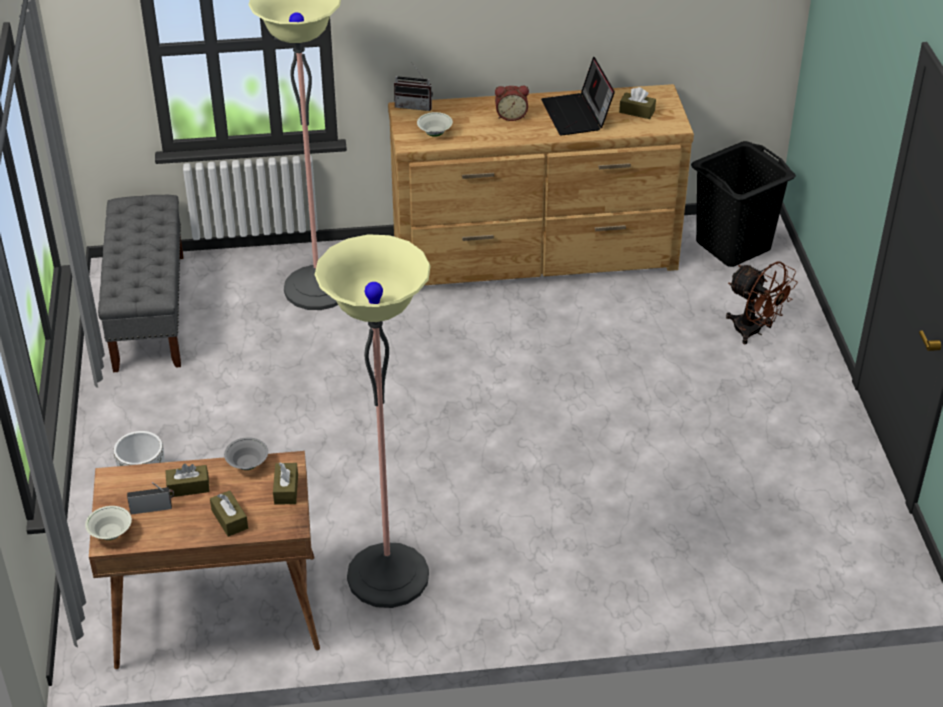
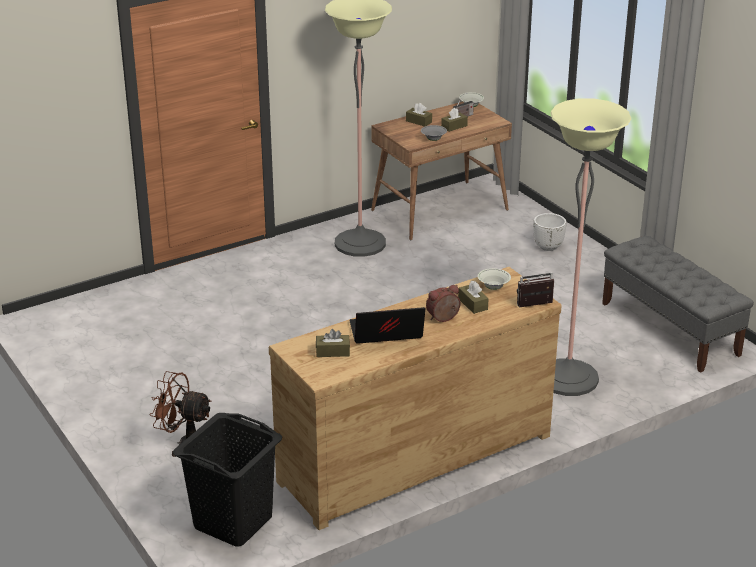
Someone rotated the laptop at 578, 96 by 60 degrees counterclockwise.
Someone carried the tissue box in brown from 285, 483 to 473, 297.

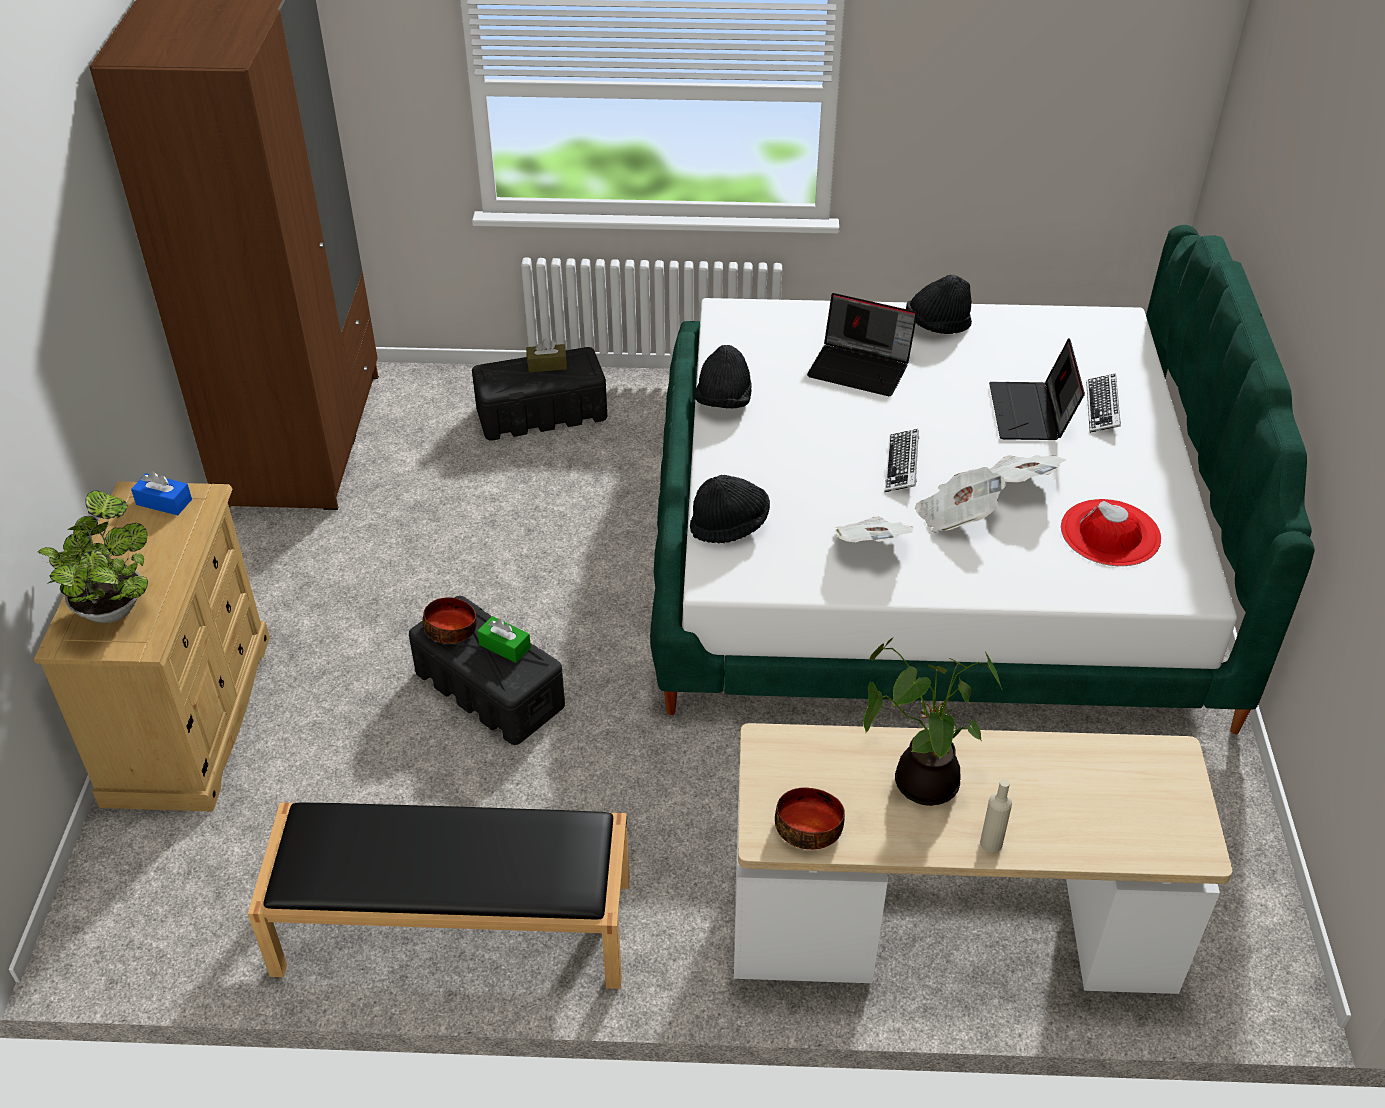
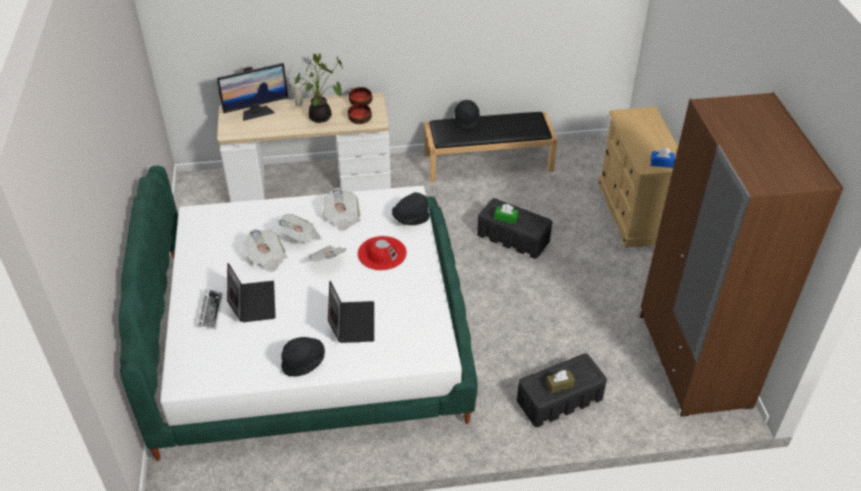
Someone put down the monitor at 252, 92.
Someone swapped the keyboard at 902, 460 for the newspaper at 327, 253.
Someone rotated the laptop at 862, 344 by 75 degrees clockwise.
Someone carried the bowl from 449, 620 to 360, 114.
Someone carried the hat in red from 1111, 532 to 382, 253.
Someone carried the hat in black from 723, 377 to 467, 115.
Someone took away the potted plant at 93, 556.

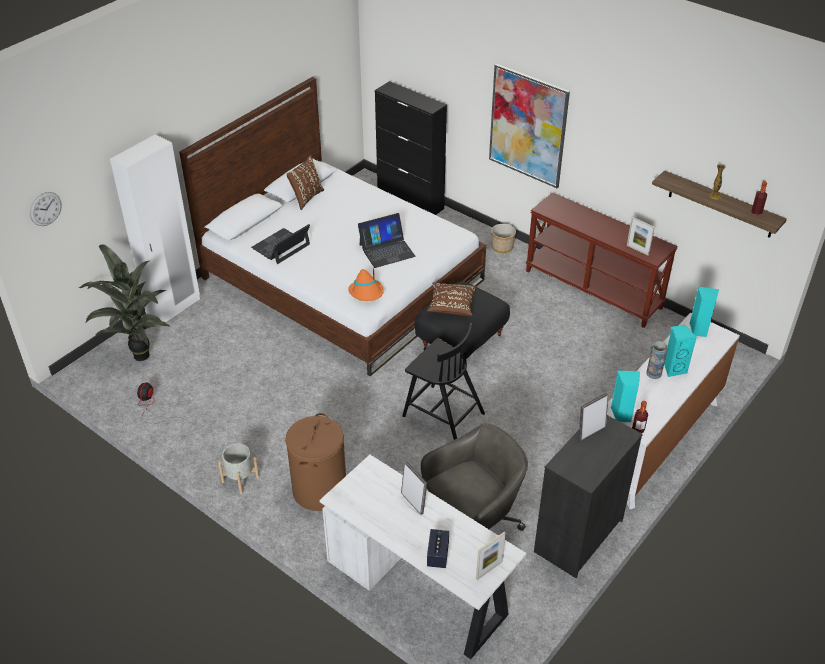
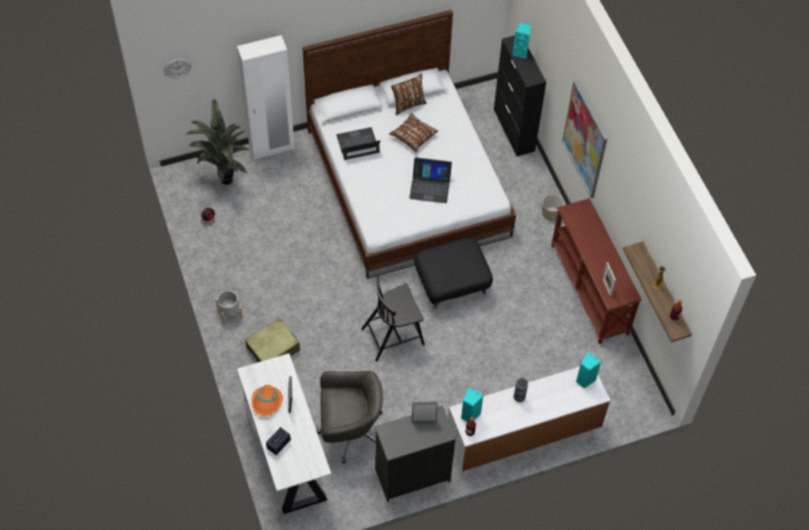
Someone swapped the laundry basket in brown at 315, 462 for the suitcase in beige at 272, 340.
Someone carried the hat in orange from 366, 283 to 267, 400.
Someone rotated the chair in black at 443, 381 by 90 degrees clockwise.
Someone carried the pillow in brown from 451, 299 to 413, 133.
Someone carried the speaker in turquoise from 680, 351 to 521, 40.
Someone took away the picture frame at 491, 556.

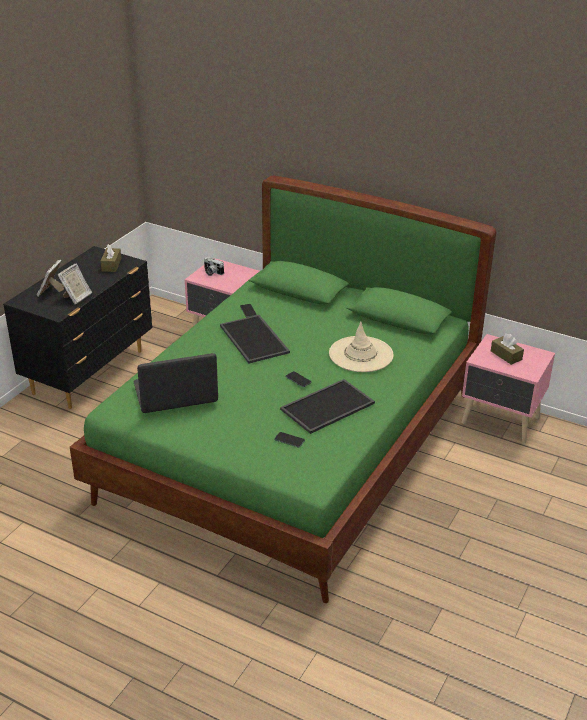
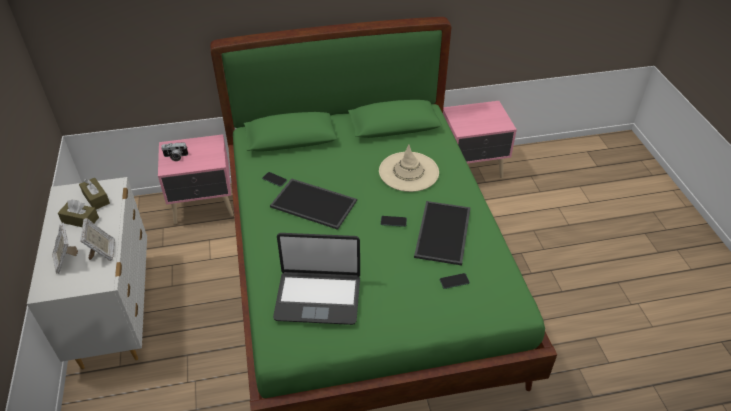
Someone repainted the dresser in black at 78, 327, which became the dresser in white at 87, 273.
Someone carried the tissue box in brown from 507, 349 to 78, 213.
Someone rotated the laptop at 176, 383 by 120 degrees counterclockwise.

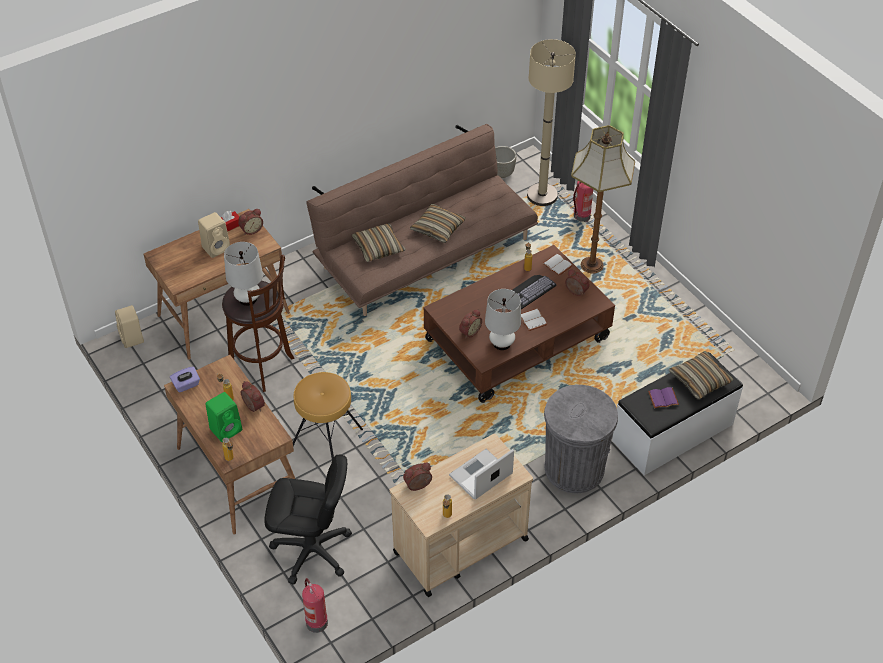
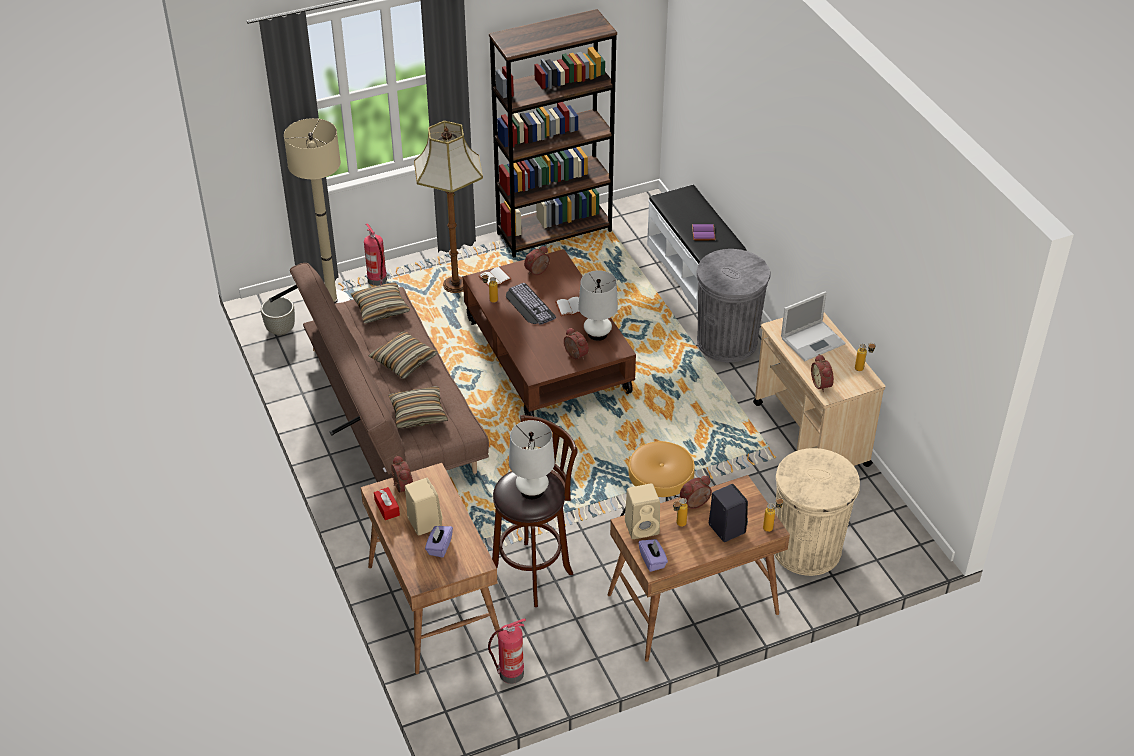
Someone carried the pillow from 701, 375 to 380, 302.
Someone put down the tissue box in purple at 439, 542.
Someone carried the fire extinguisher from 315, 605 to 507, 651.
Someone put down the bookcase in brown at 553, 133.
Someone carried the speaker in beige from 129, 326 to 642, 511.
Someone repainted the speaker in green at 223, 417, which became the speaker in black at 728, 513.
Someone swapped the office chair in black at 308, 520 for the trash can in beige at 817, 512.
Someone rotated the laptop at 481, 474 by 90 degrees counterclockwise.

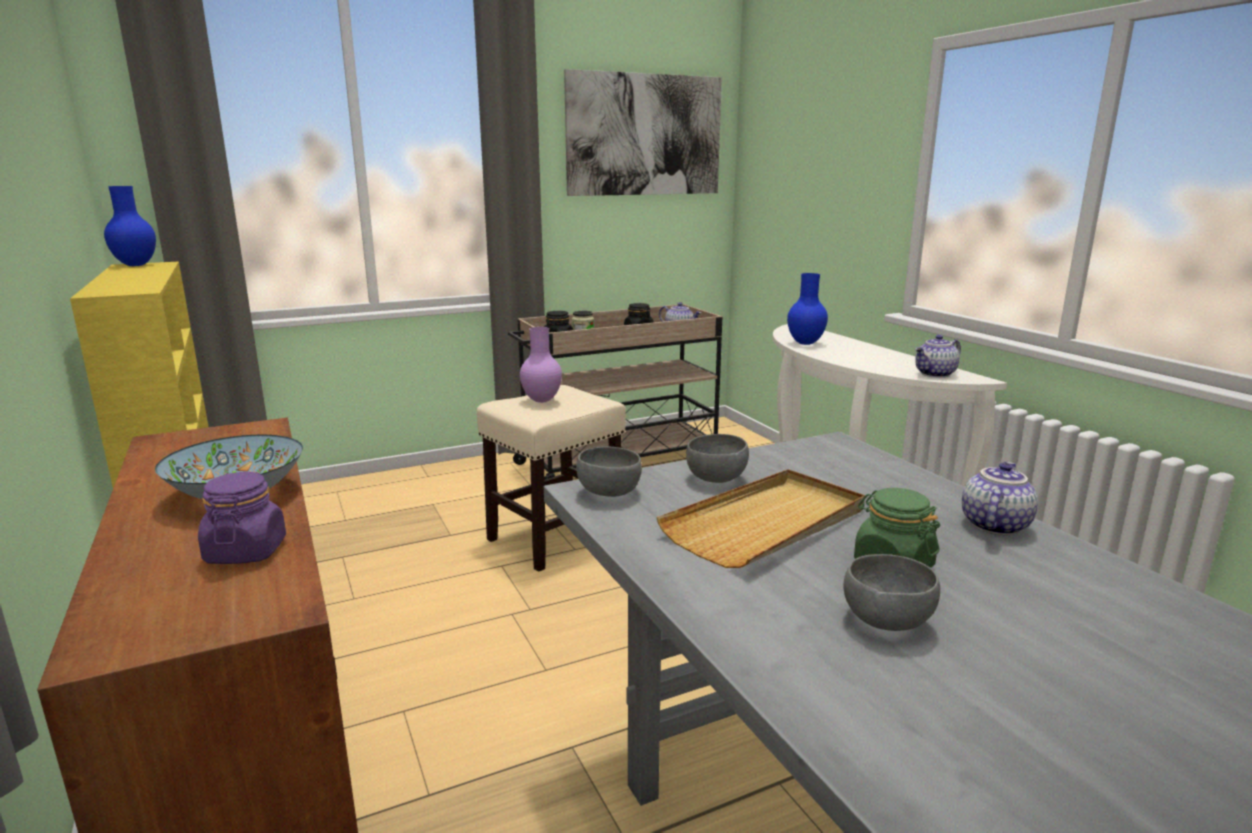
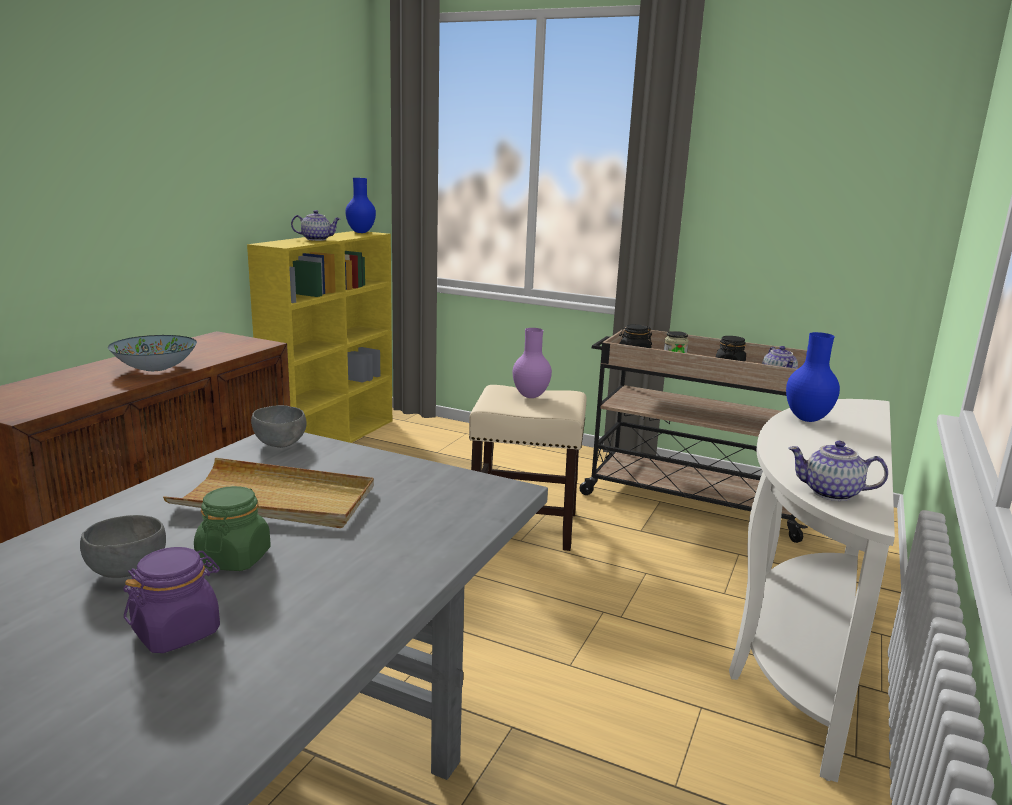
Someone carried the jar in purple from 242, 518 to 171, 600.
Someone carried the teapot from 1000, 498 to 316, 225.
Someone took away the picture at 643, 132.
Someone took away the bowl in grey at 717, 458.

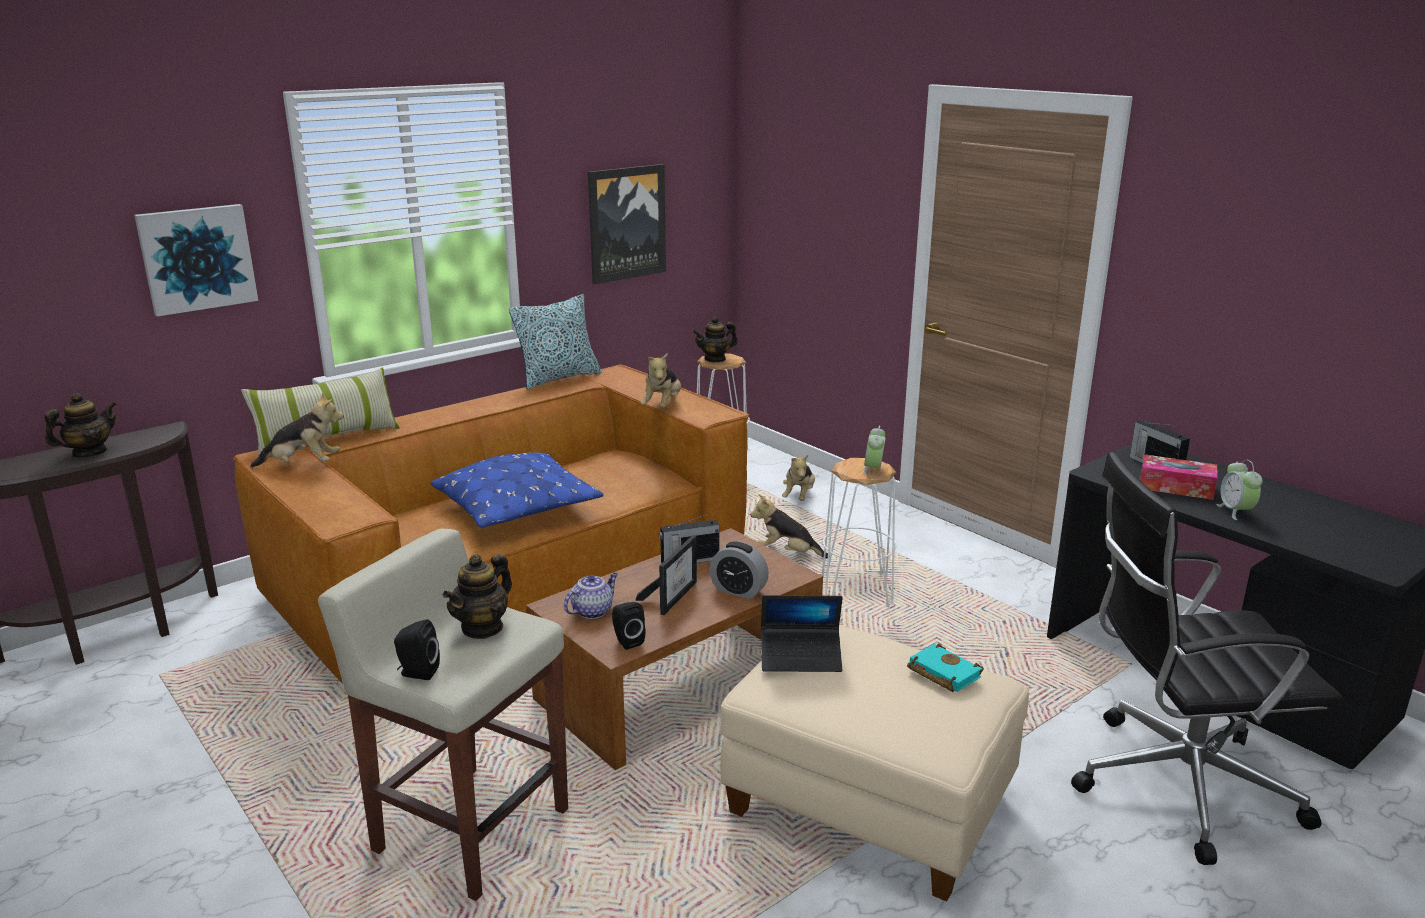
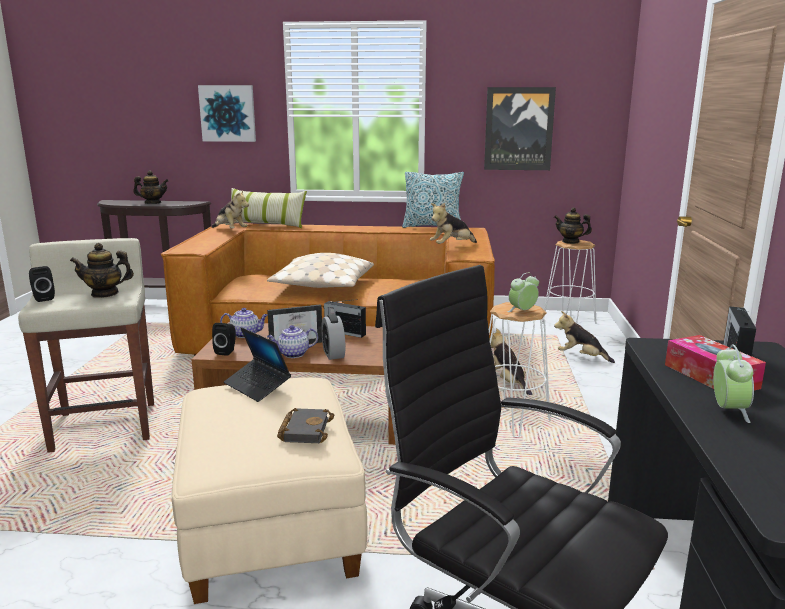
Someone repainted the pillow in blue at 517, 490, which became the pillow in beige at 320, 270.
Someone put down the teapot at 292, 341.
Someone repainted the book in turquoise at 945, 668, which became the book in black at 305, 425.
Someone rotated the plush toy at 798, 478 by 60 degrees clockwise.
Someone rotated the alarm clock at 1239, 490 by 150 degrees clockwise.

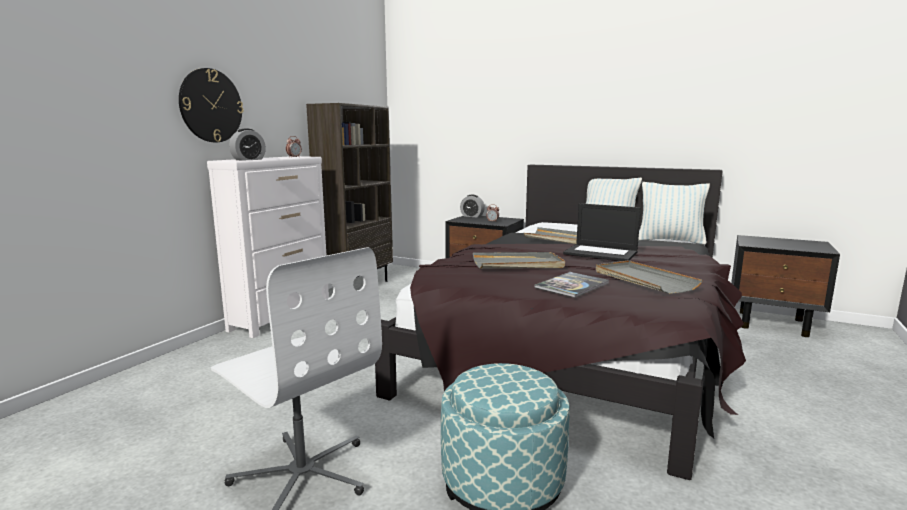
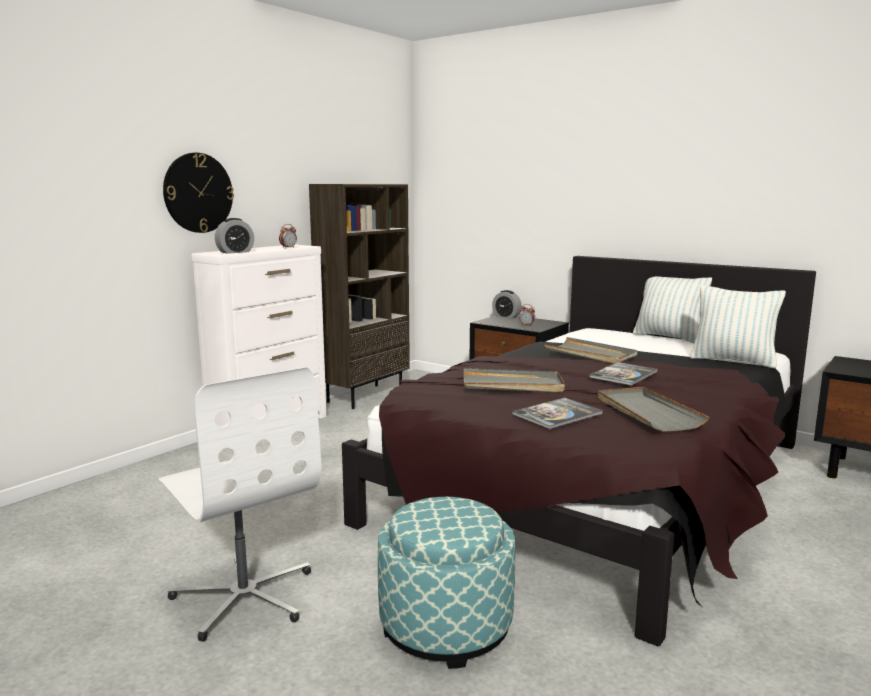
Someone swapped the laptop at 602, 232 for the book at 623, 374.

